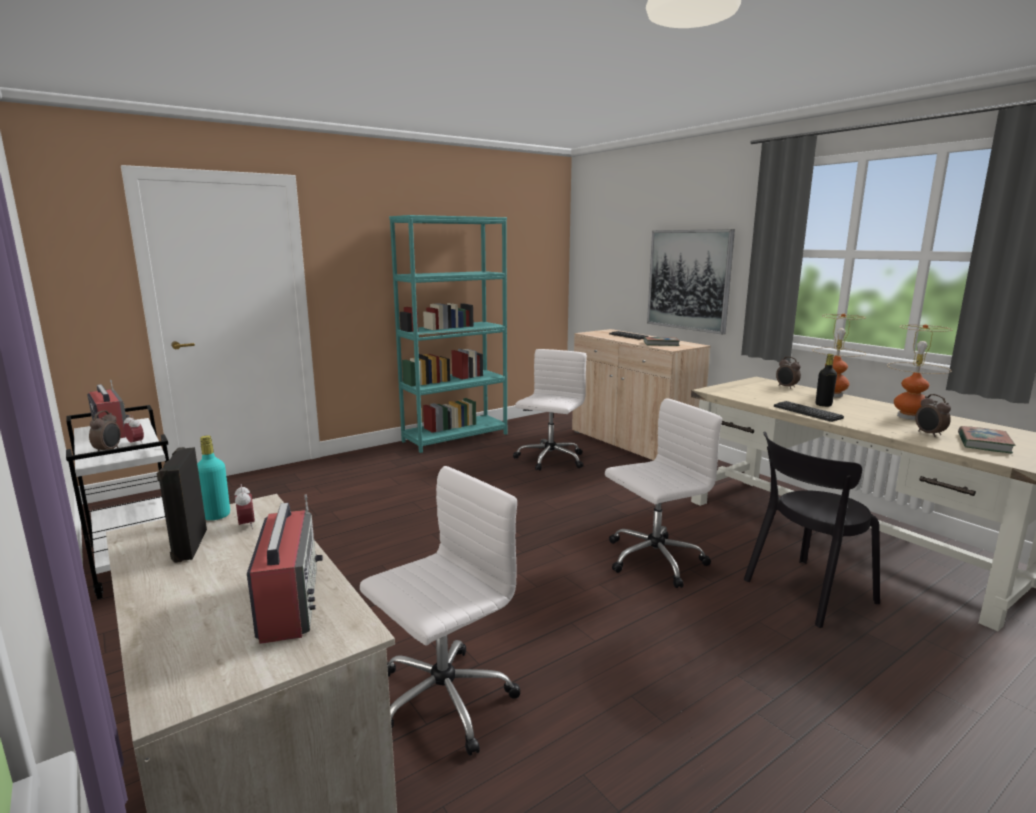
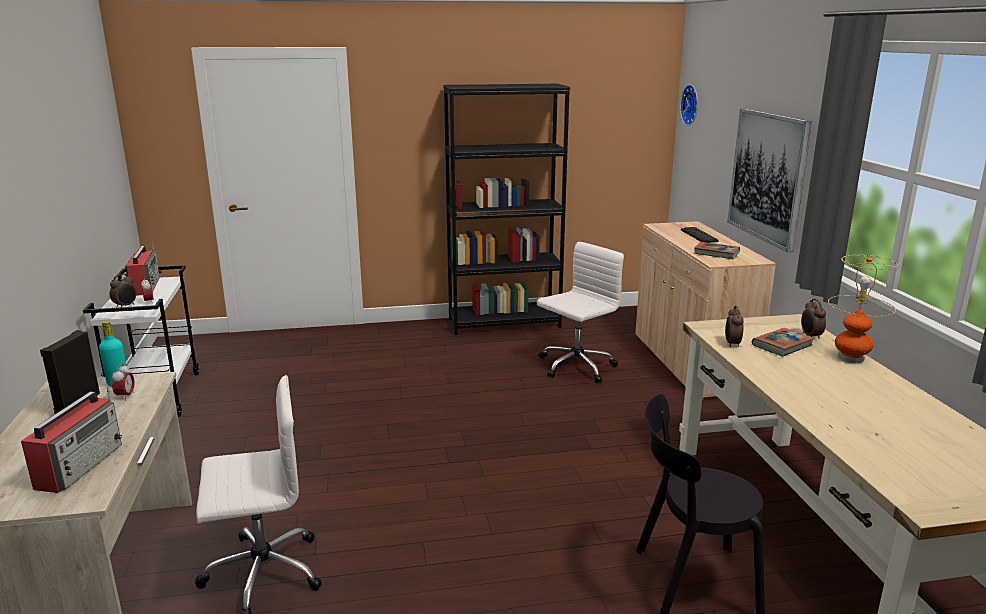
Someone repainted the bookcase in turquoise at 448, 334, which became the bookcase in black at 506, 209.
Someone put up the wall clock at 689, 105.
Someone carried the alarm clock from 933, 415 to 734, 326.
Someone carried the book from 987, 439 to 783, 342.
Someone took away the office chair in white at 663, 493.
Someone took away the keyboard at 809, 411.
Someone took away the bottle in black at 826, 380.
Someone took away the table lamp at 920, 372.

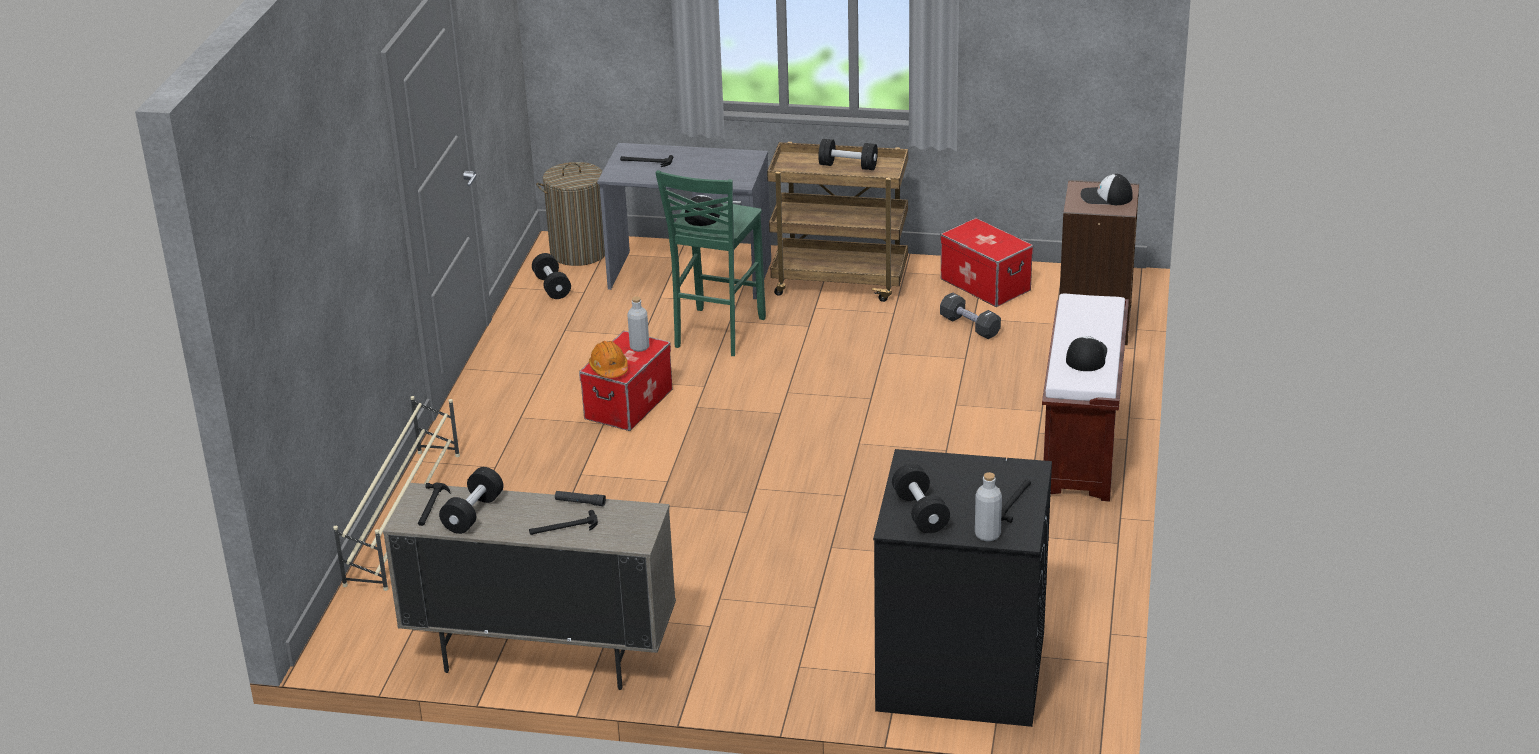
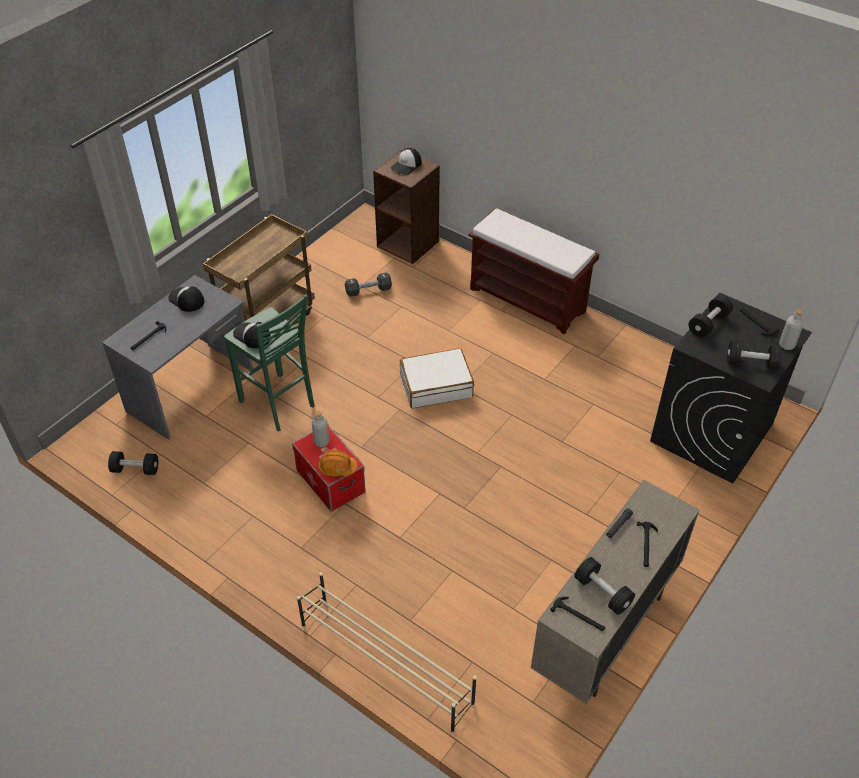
Someone carried the cap from 1086, 353 to 186, 299.
Someone put down the suitcase in white at 437, 378.
Someone carried the dumbbell in black from 848, 154 to 711, 316.
Someone took away the laundry basket at 570, 214.
Someone took away the storage box at 986, 262.

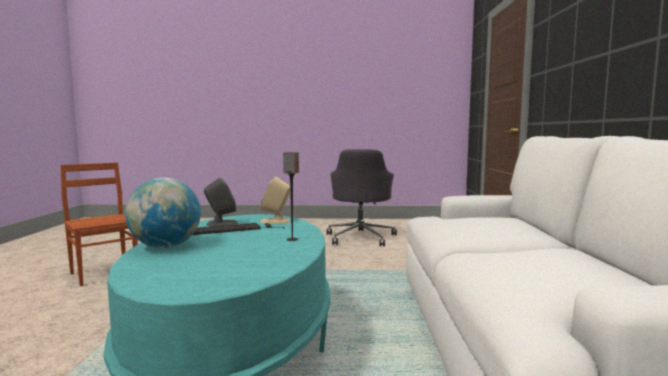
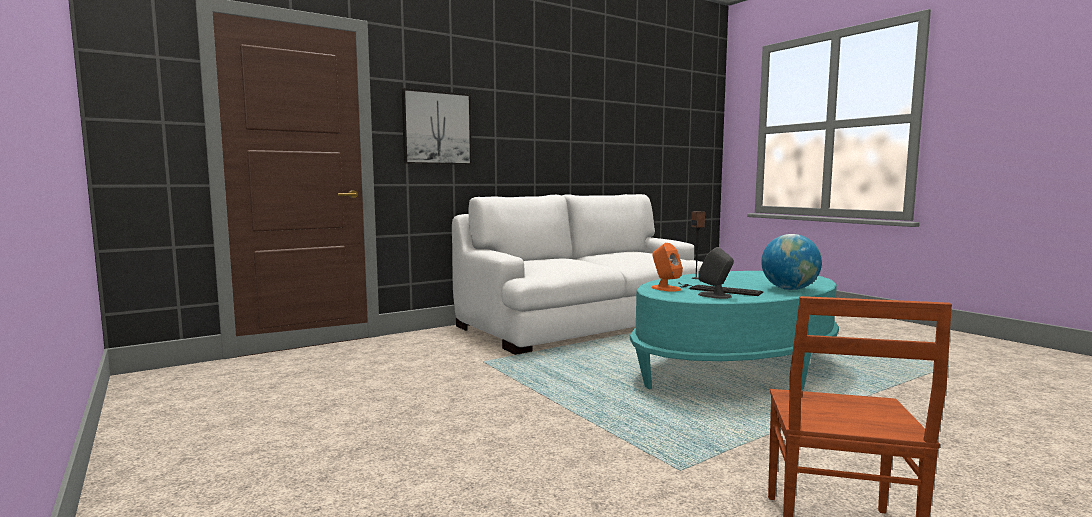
Someone put up the picture at 437, 126.
Someone repainted the speaker in beige at 275, 200, which became the speaker in orange at 667, 267.
Someone took away the office chair in grey at 362, 197.

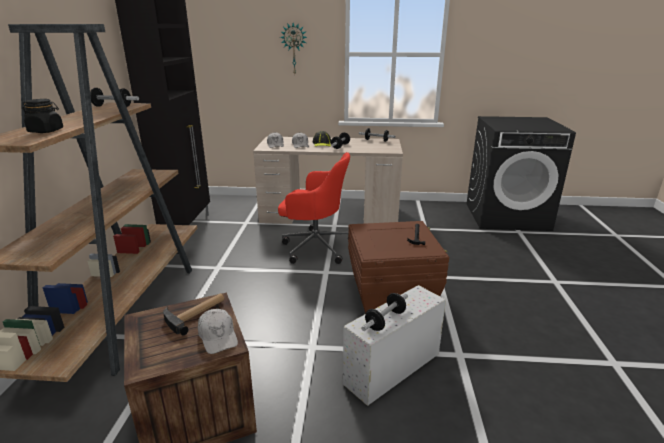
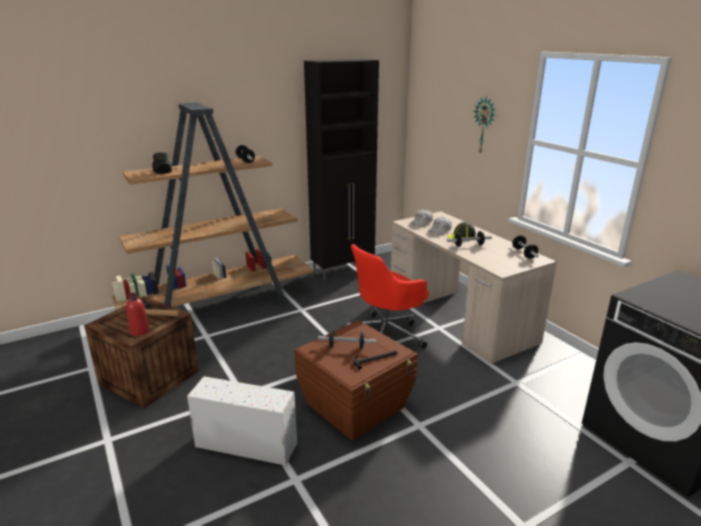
Someone swapped the cap in white at 218, 331 for the bottle in red at 137, 314.
Someone carried the dumbbell from 384, 312 to 347, 339.
Someone rotated the office chair in red at 314, 208 by 75 degrees clockwise.

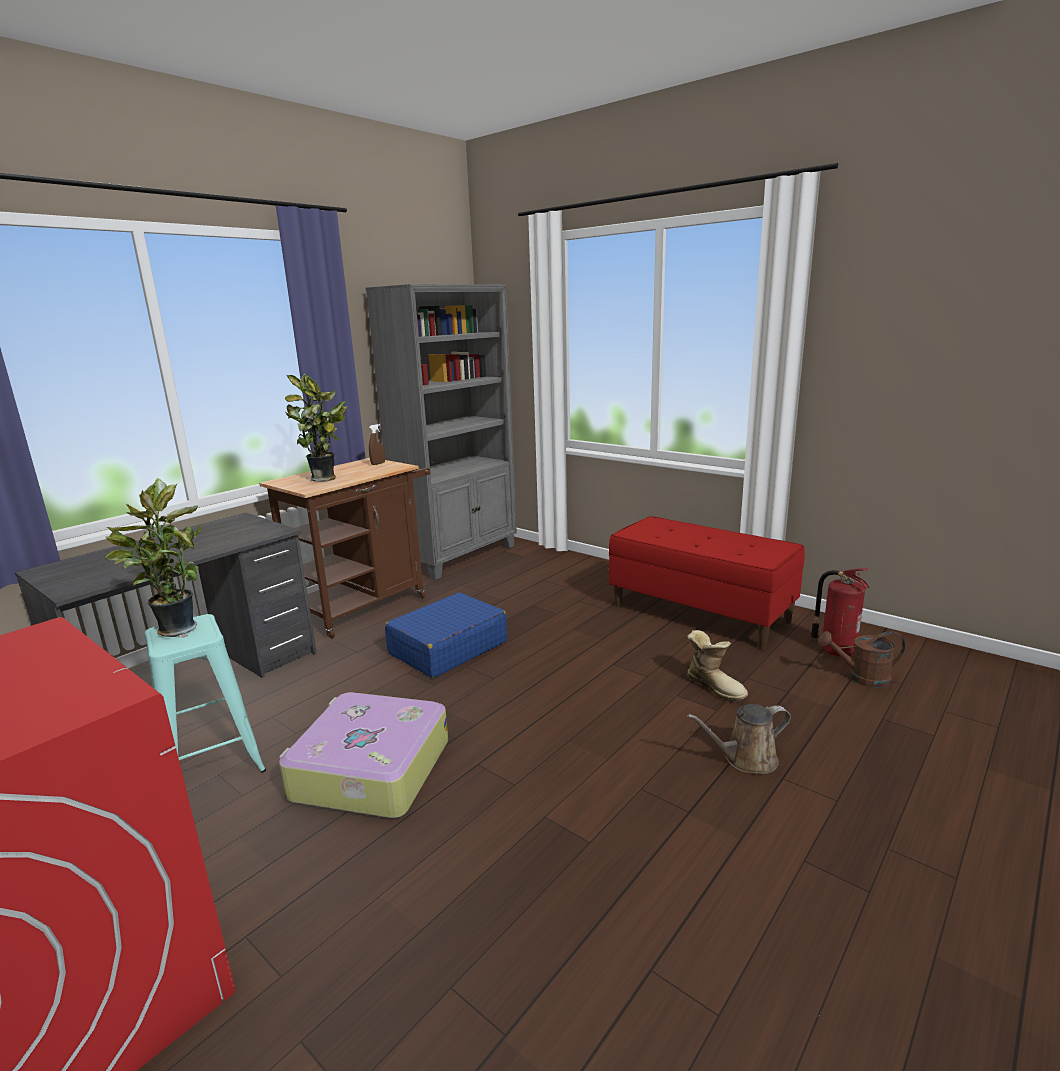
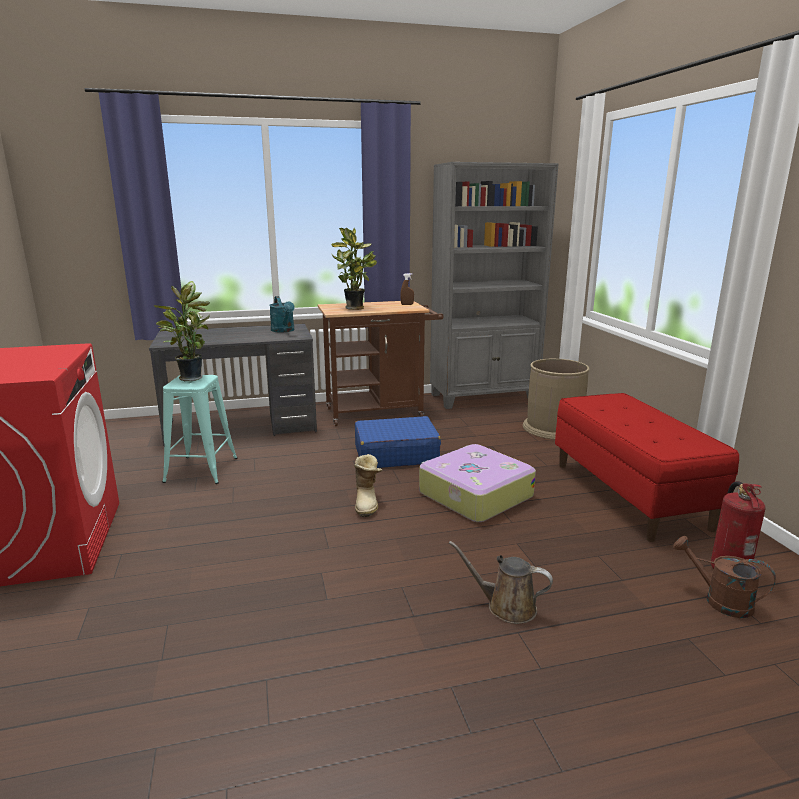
Someone put down the watering can in turquoise at 282, 314.
Someone carried the boot from 717, 666 to 368, 485.
Someone carried the suitcase from 363, 755 to 477, 483.
Someone put down the trash can in brown at 556, 399.

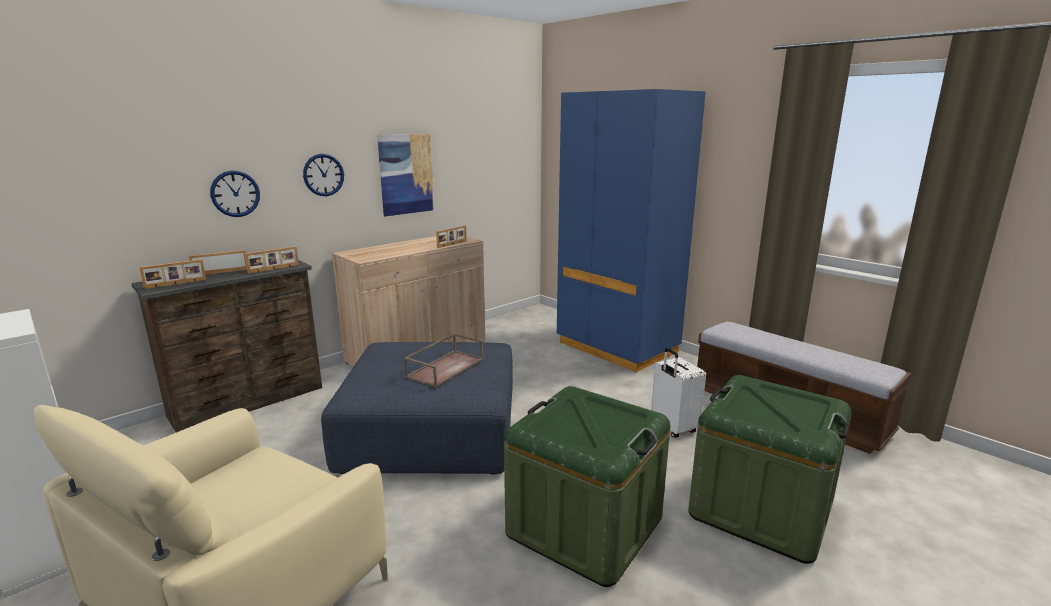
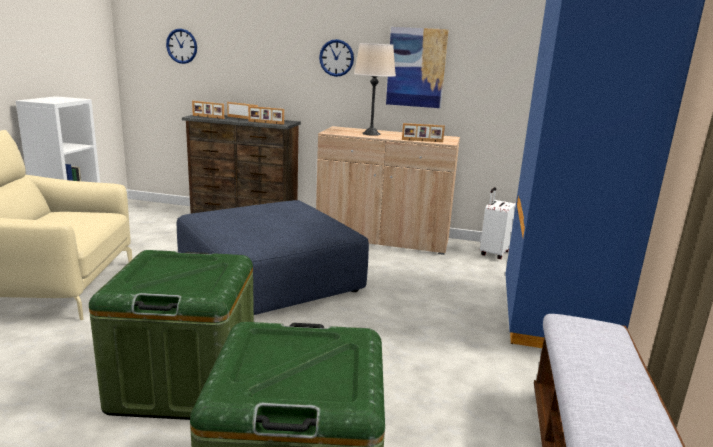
Someone carried the wall clock from 235, 194 to 181, 46.
Someone put down the table lamp in beige at 375, 89.
Someone carried the suitcase in white from 678, 393 to 498, 223.
Someone took away the tray in brown at 444, 360.

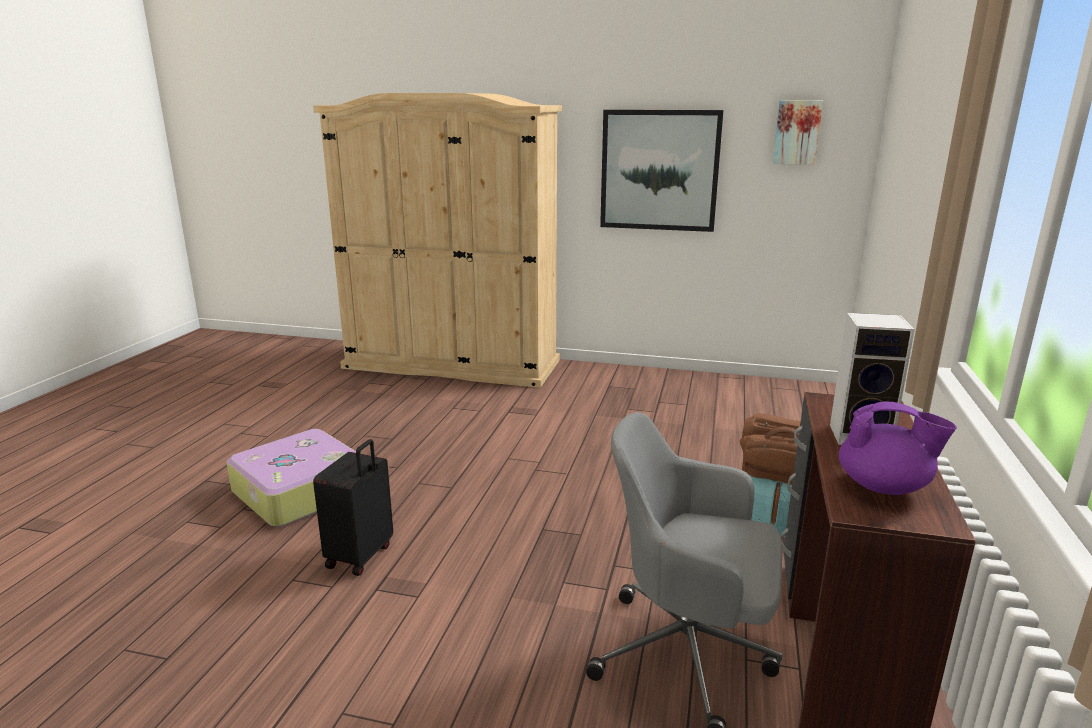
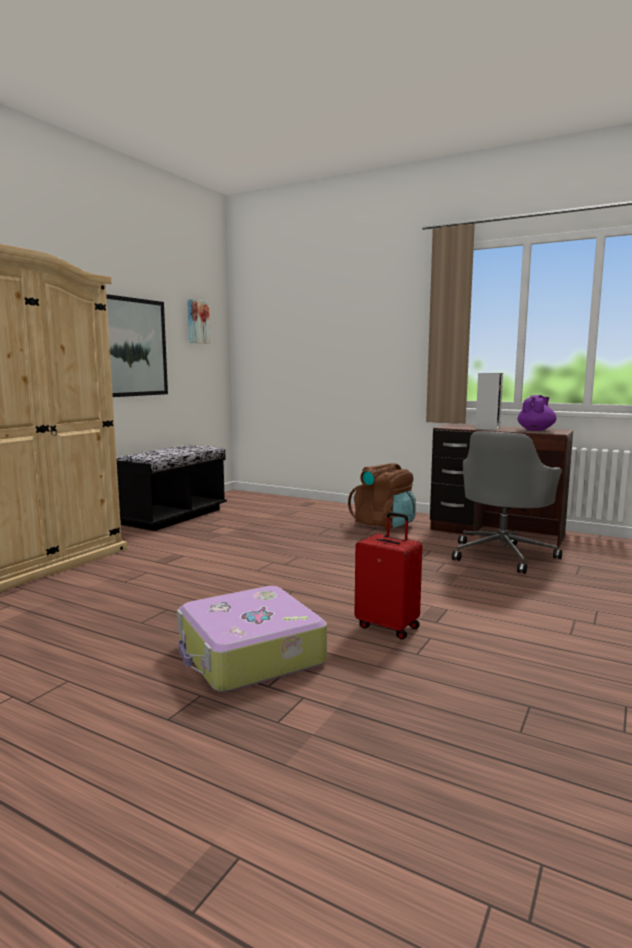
Someone put down the bench in black at 171, 488.
Someone repainted the suitcase in black at 353, 507, which became the suitcase in red at 388, 576.

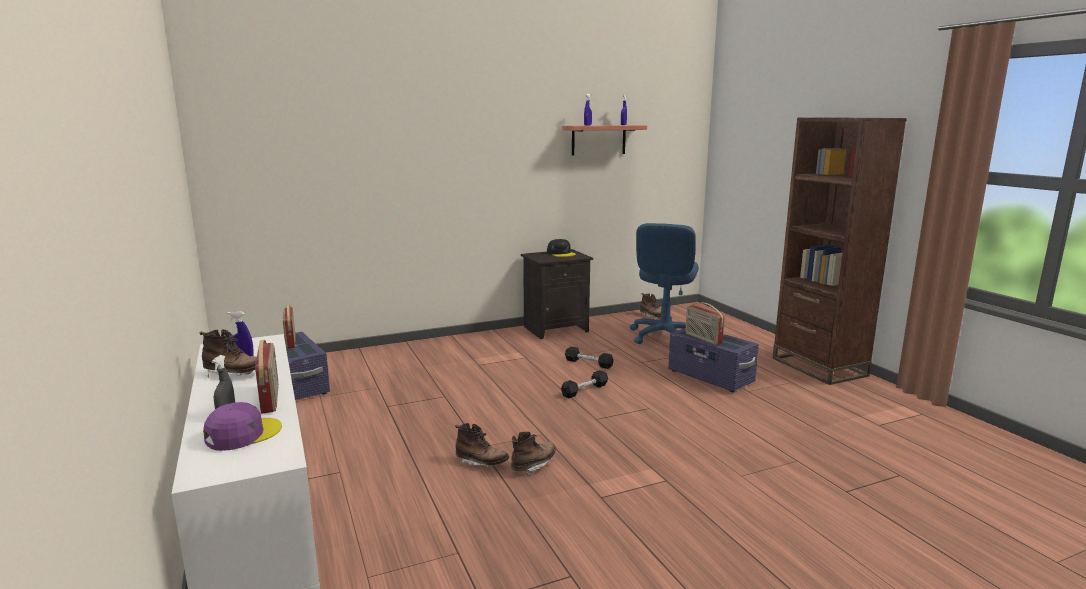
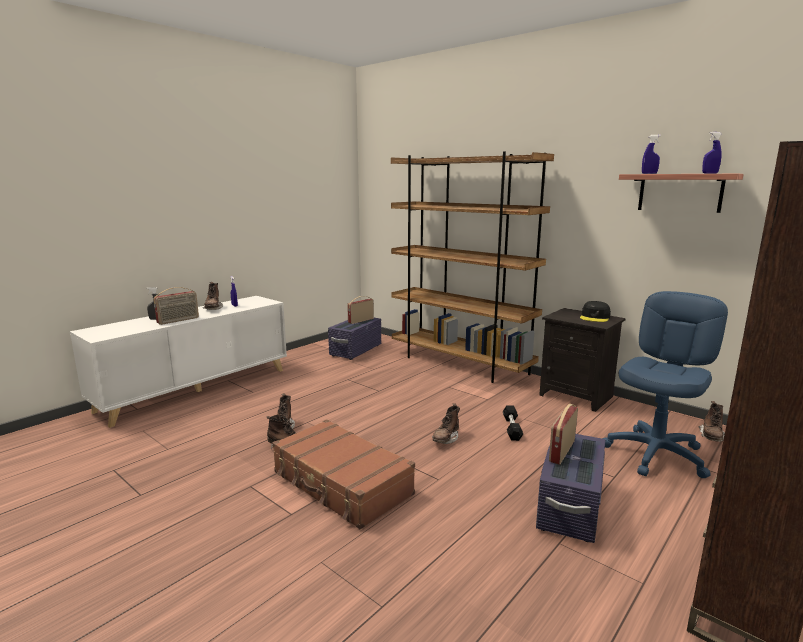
Someone put down the suitcase in brown at 343, 474.
Someone put down the bookcase in brown at 472, 267.
Someone swapped the dumbbell in black at 584, 384 for the boot in brown at 446, 423.
Someone rotated the office chair in blue at 664, 283 by 135 degrees clockwise.
Someone took away the cap in purple at 242, 426.

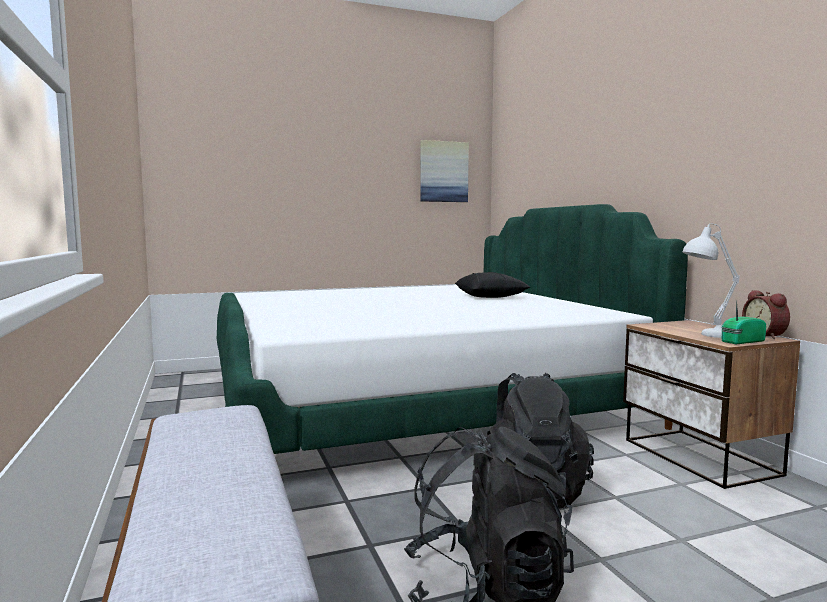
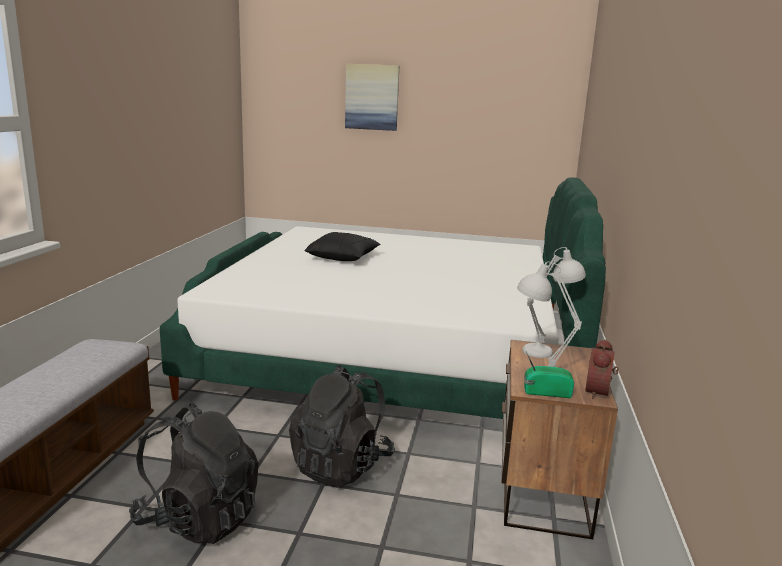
Someone carried the pillow in black from 492, 285 to 342, 246.
Someone carried the picture from 444, 171 to 372, 97.
Someone put down the table lamp in white at 554, 302.

